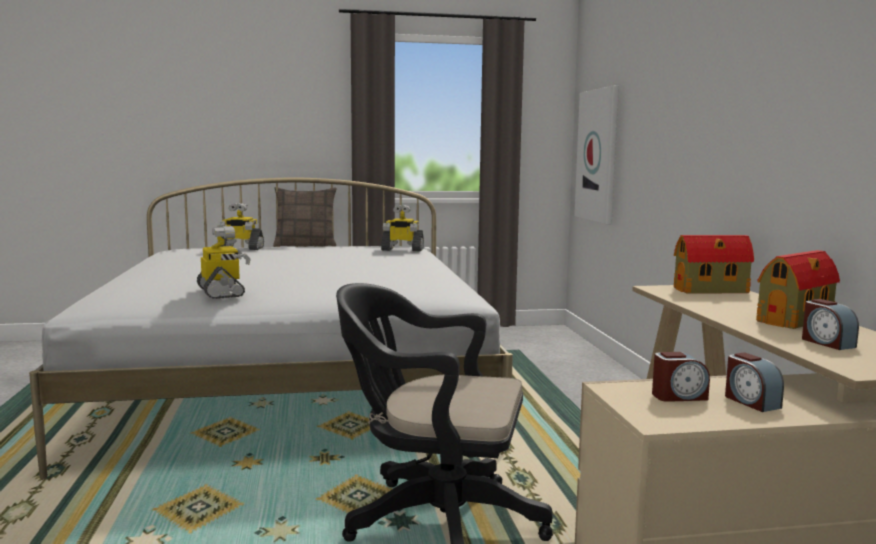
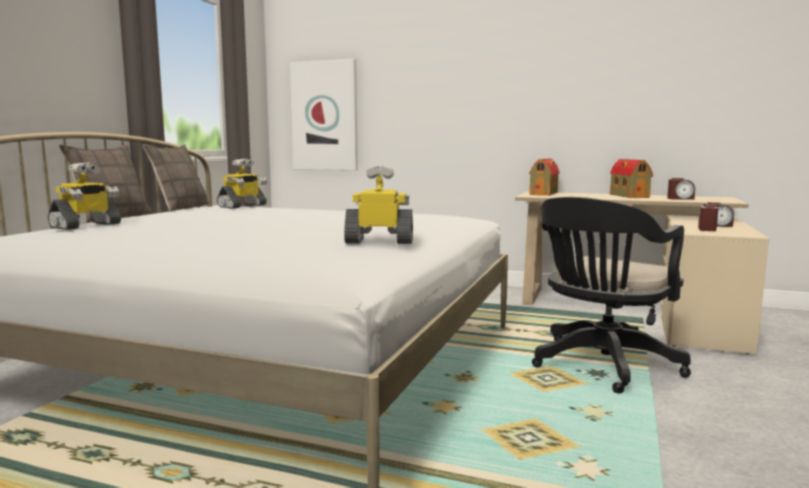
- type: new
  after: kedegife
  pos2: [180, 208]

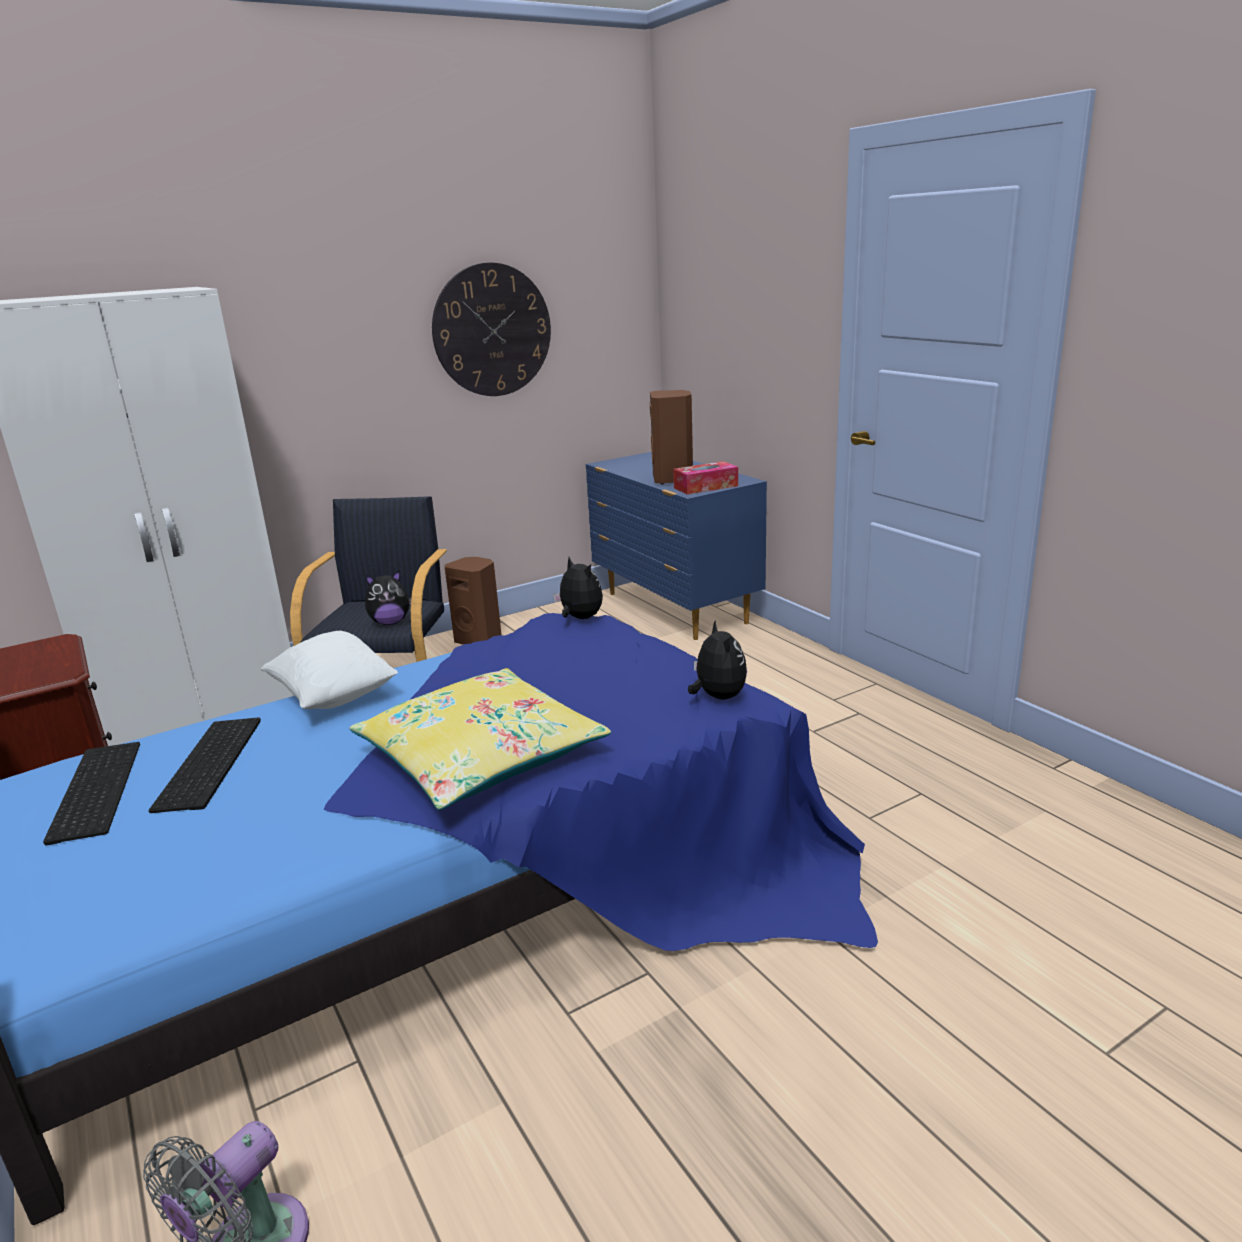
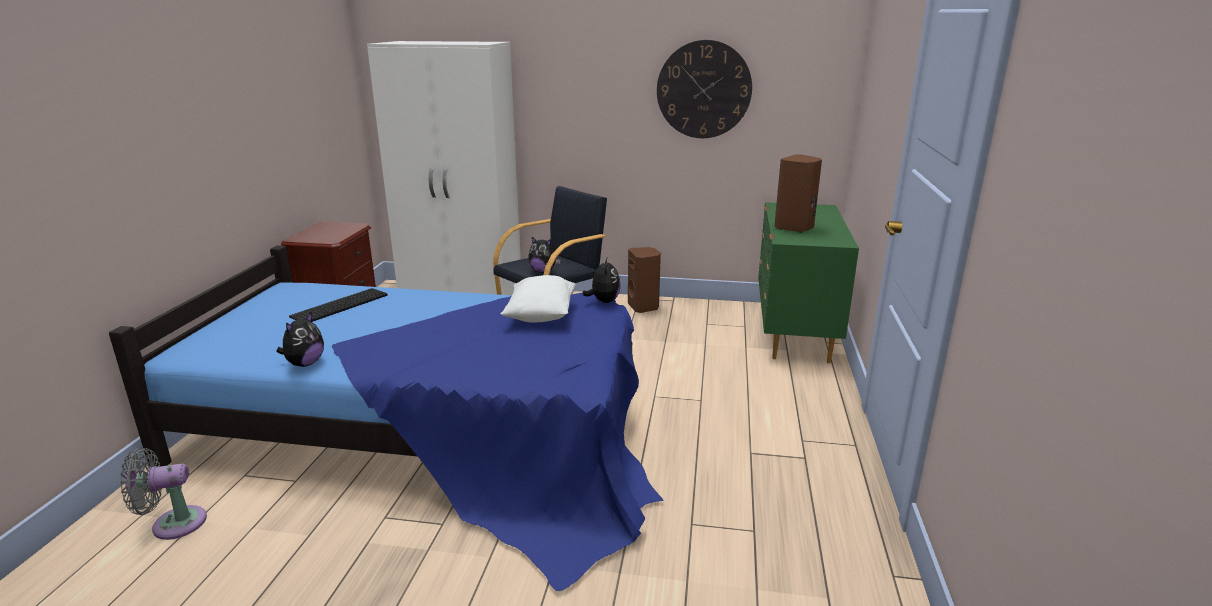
- type: gone
  before: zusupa
  pos1: [93, 790]
- type: gone
  before: yellow kedegife
  pos1: [480, 756]
- type: gone
  before: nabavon
  pos1: [705, 487]
- type: shifted
  before: white kedegife
  pos1: [334, 696]
  pos2: [540, 316]
- type: shifted
  before: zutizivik
  pos1: [717, 697]
  pos2: [305, 363]
- type: repainted
  before: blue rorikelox
  after: green rorikelox
  pos1: [675, 609]
  pos2: [794, 333]

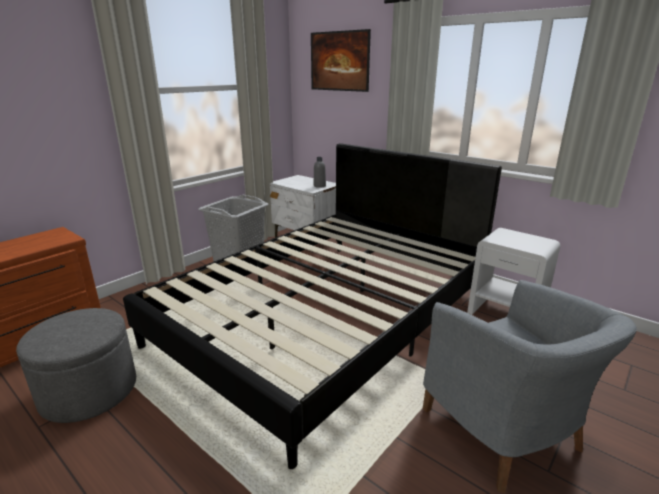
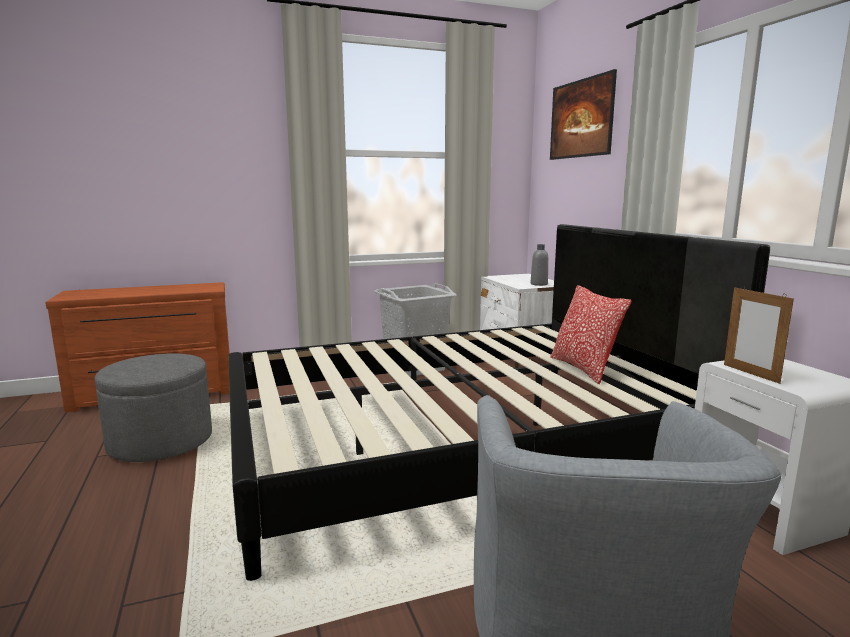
- type: new
  after: kedegife
  pos2: [584, 369]
- type: new
  after: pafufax
  pos2: [750, 373]

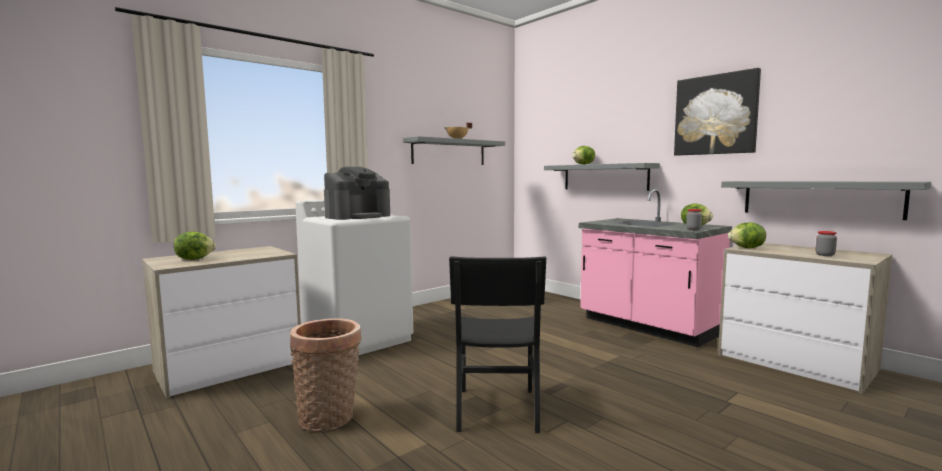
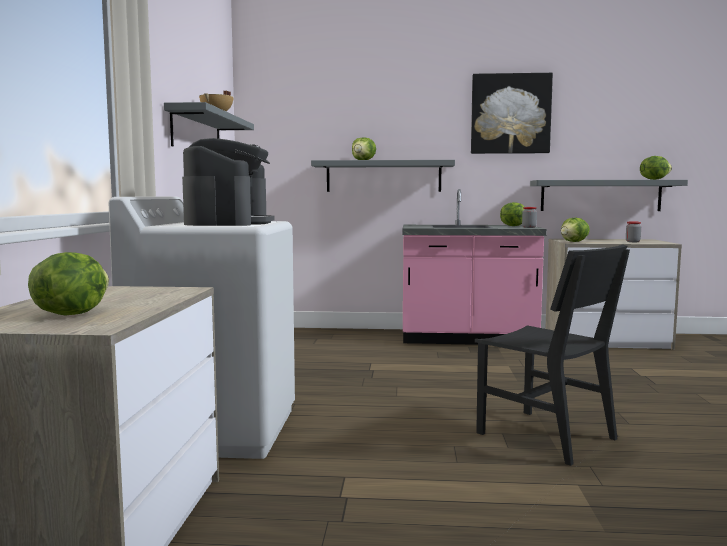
- type: gone
  before: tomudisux
  pos1: [330, 418]
- type: new
  after: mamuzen
  pos2: [654, 179]

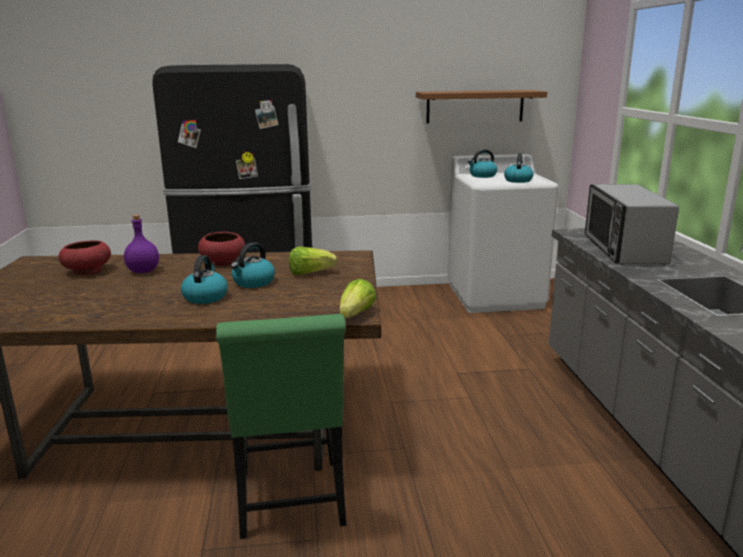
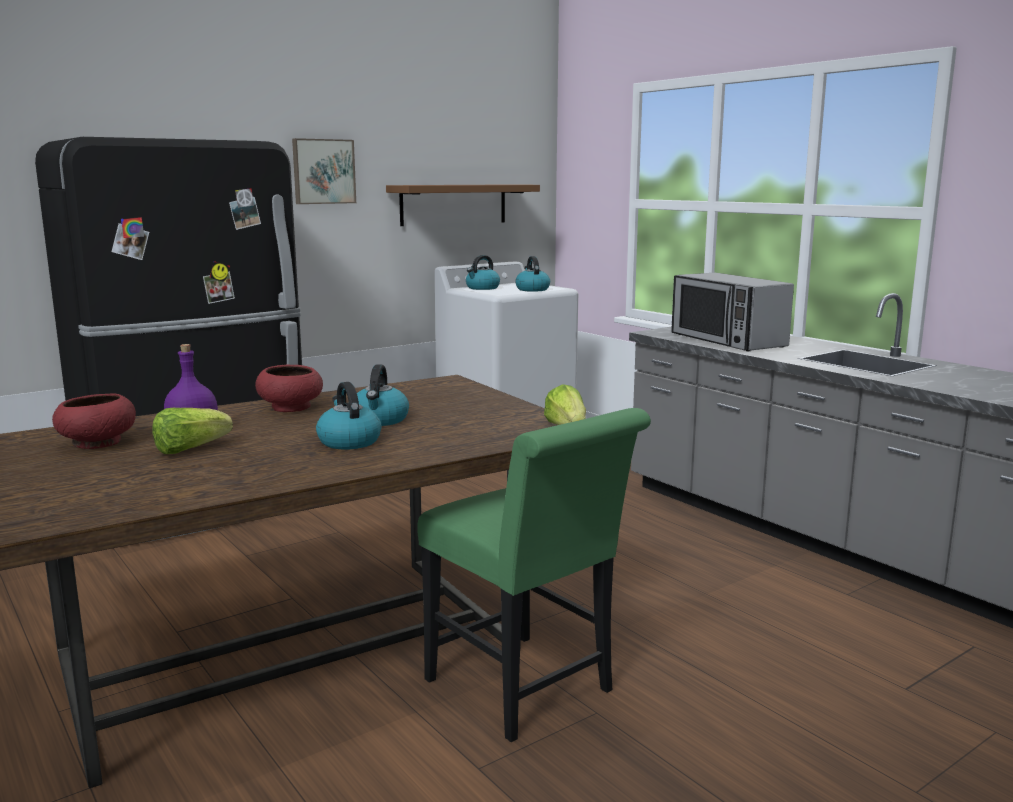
- type: new
  after: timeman
  pos2: [323, 171]
- type: shifted
  before: mamuzen
  pos1: [310, 273]
  pos2: [190, 449]

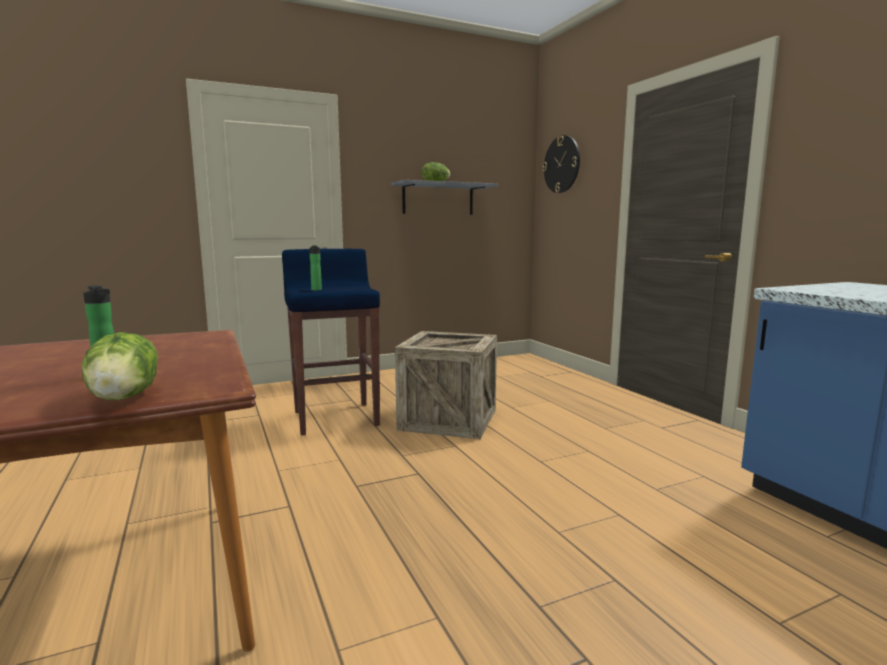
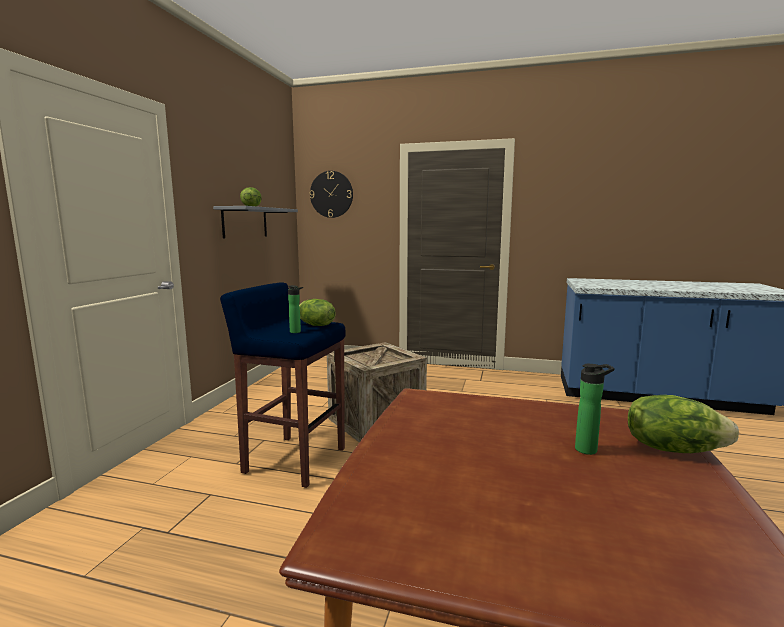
- type: new
  after: mamuzen
  pos2: [315, 325]

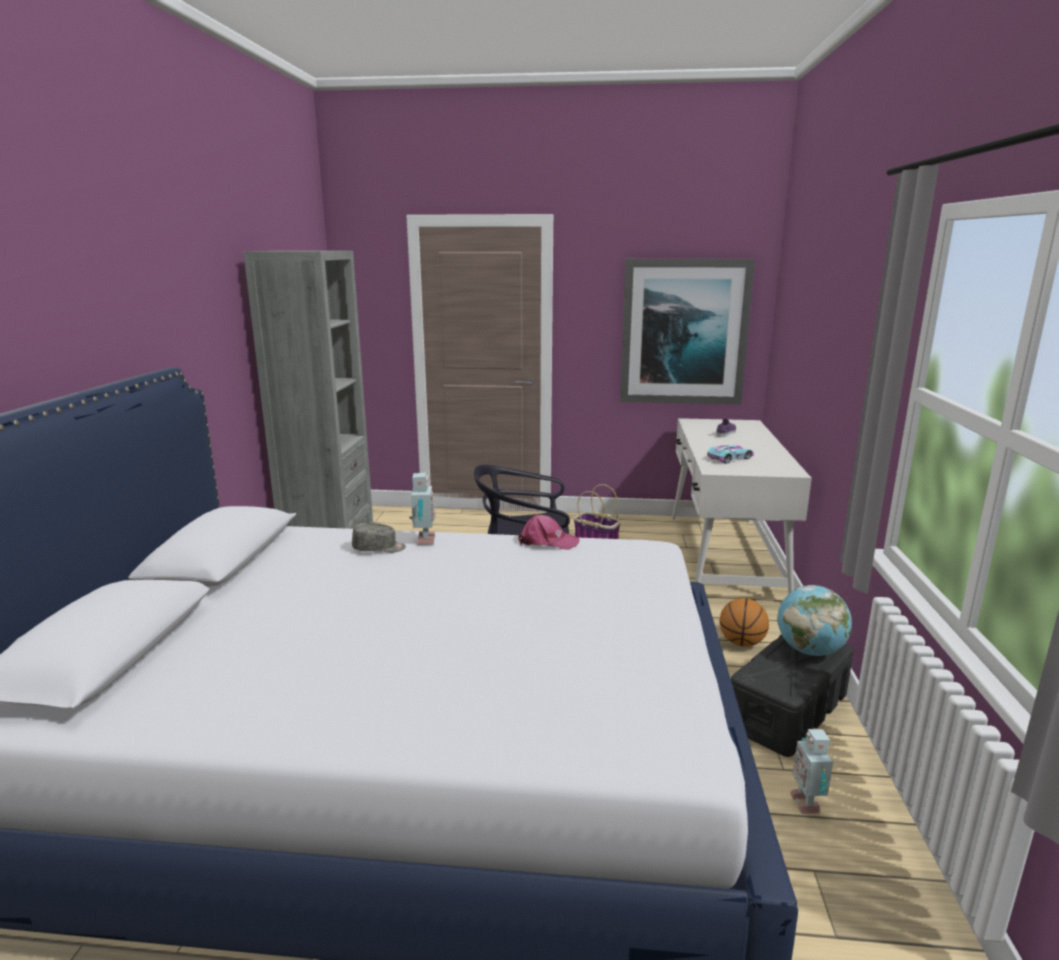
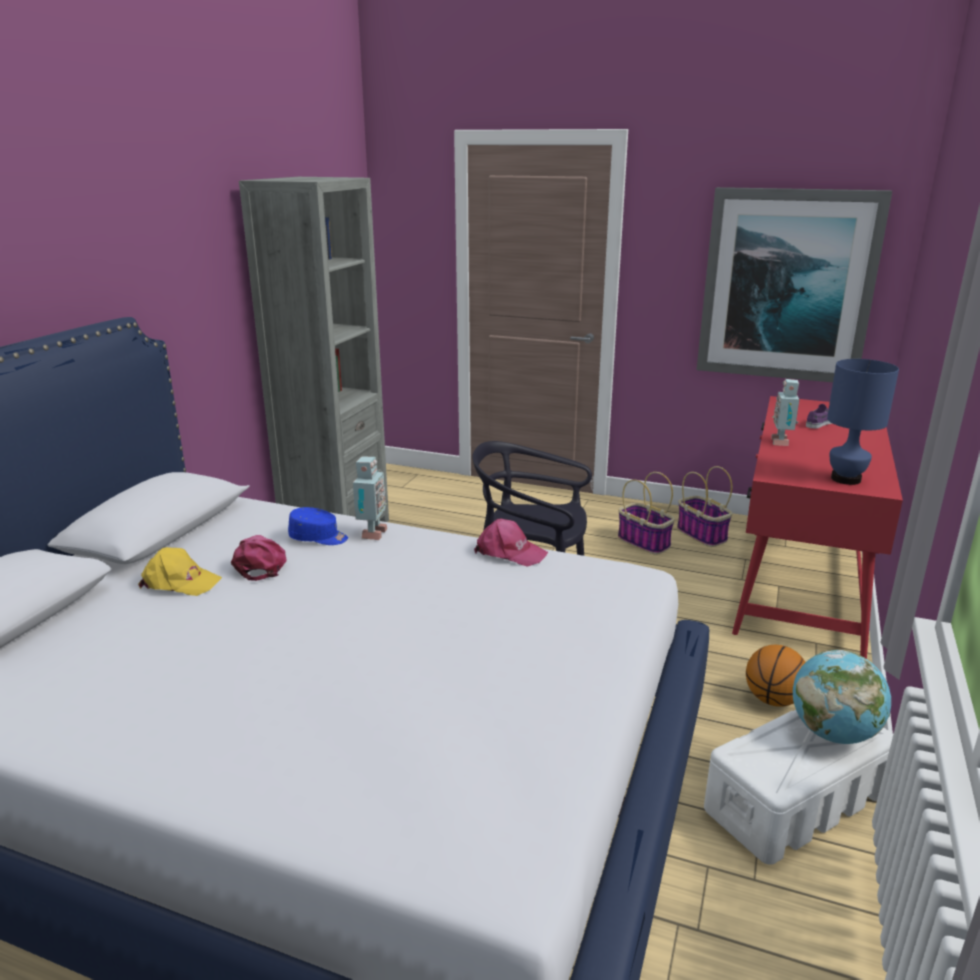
- type: gone
  before: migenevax
  pos1: [730, 458]
- type: new
  after: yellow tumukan
  pos2: [180, 582]
- type: new
  after: pink tumukan
  pos2: [261, 564]
- type: new
  after: tomudisux
  pos2: [702, 535]
- type: new
  after: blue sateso
  pos2: [846, 479]
- type: shifted
  before: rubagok
  pos1: [806, 802]
  pos2: [781, 442]
- type: repainted
  before: grey tumukan
  after: blue tumukan
  pos1: [379, 548]
  pos2: [318, 538]
- type: repainted
  before: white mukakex
  after: red mukakex
  pos1: [723, 556]
  pos2: [800, 579]
- type: repainted
  before: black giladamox
  after: white giladamox
  pos1: [787, 711]
  pos2: [793, 802]

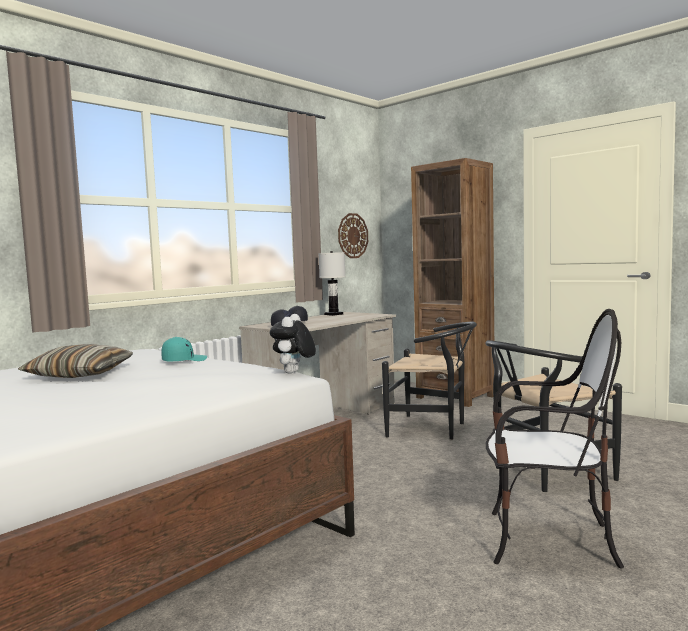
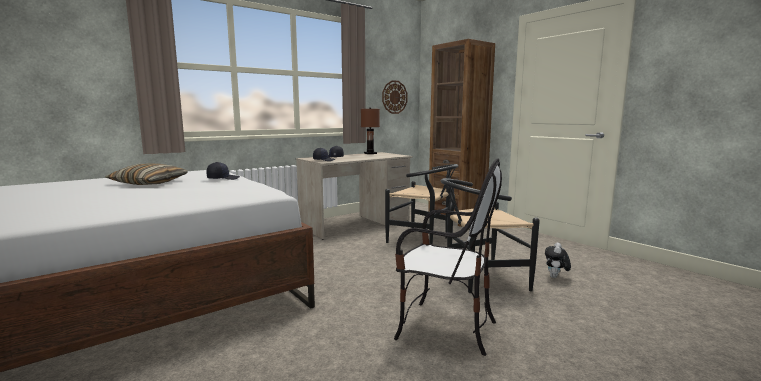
- type: shifted
  before: zutizivik
  pos1: [294, 373]
  pos2: [555, 277]
- type: repainted
  before: turquoise tumukan
  after: black tumukan
  pos1: [184, 360]
  pos2: [223, 178]
- type: repainted
  before: white sateso
  after: brown sateso
  pos1: [333, 314]
  pos2: [370, 153]

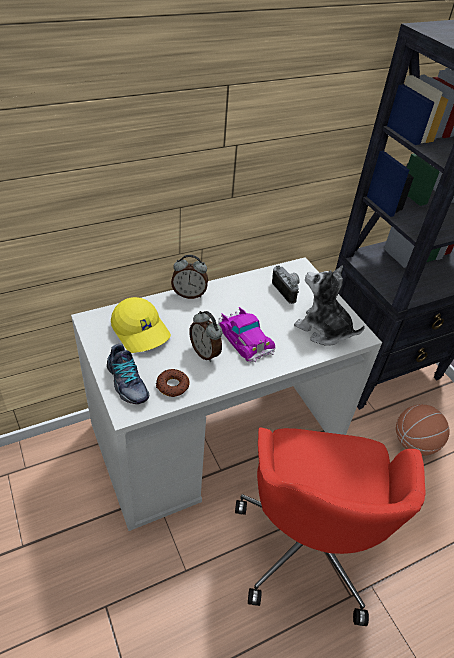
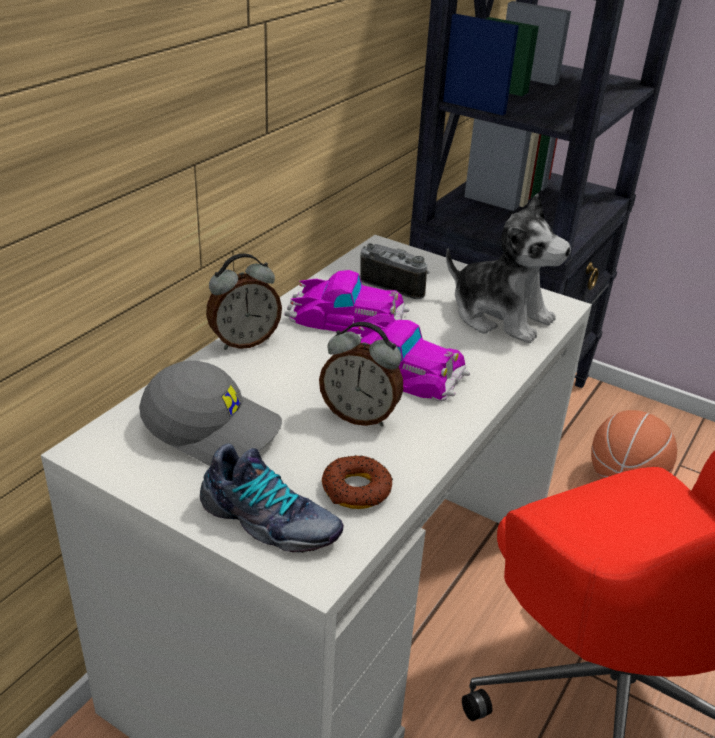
- type: new
  after: migenevax
  pos2: [347, 316]
- type: repainted
  before: yellow tumukan
  after: grey tumukan
  pos1: [141, 331]
  pos2: [214, 427]
- type: rotated
  before: zutizivik
  pos1: [323, 329]
  pos2: [500, 316]
  turn: -150

